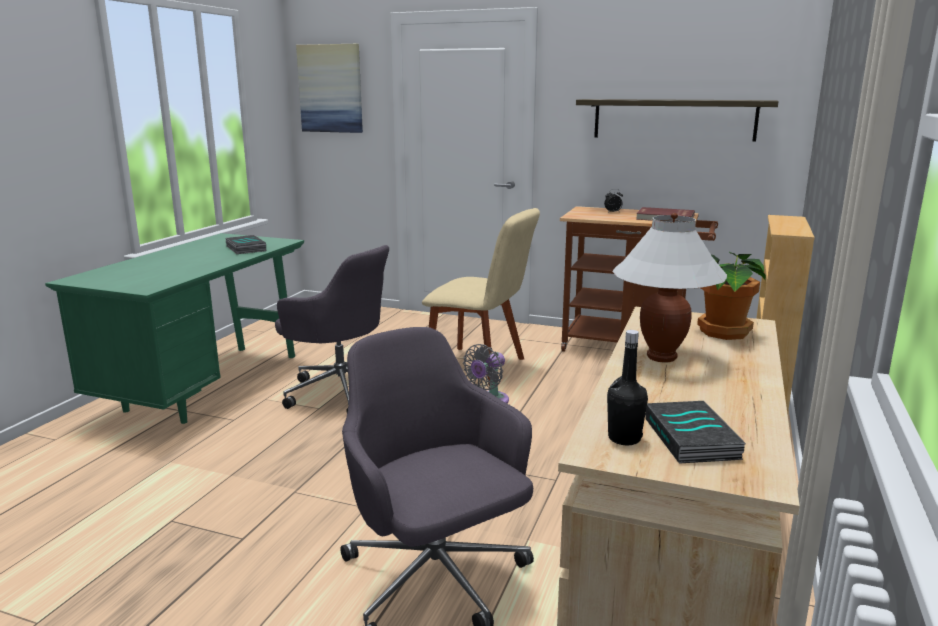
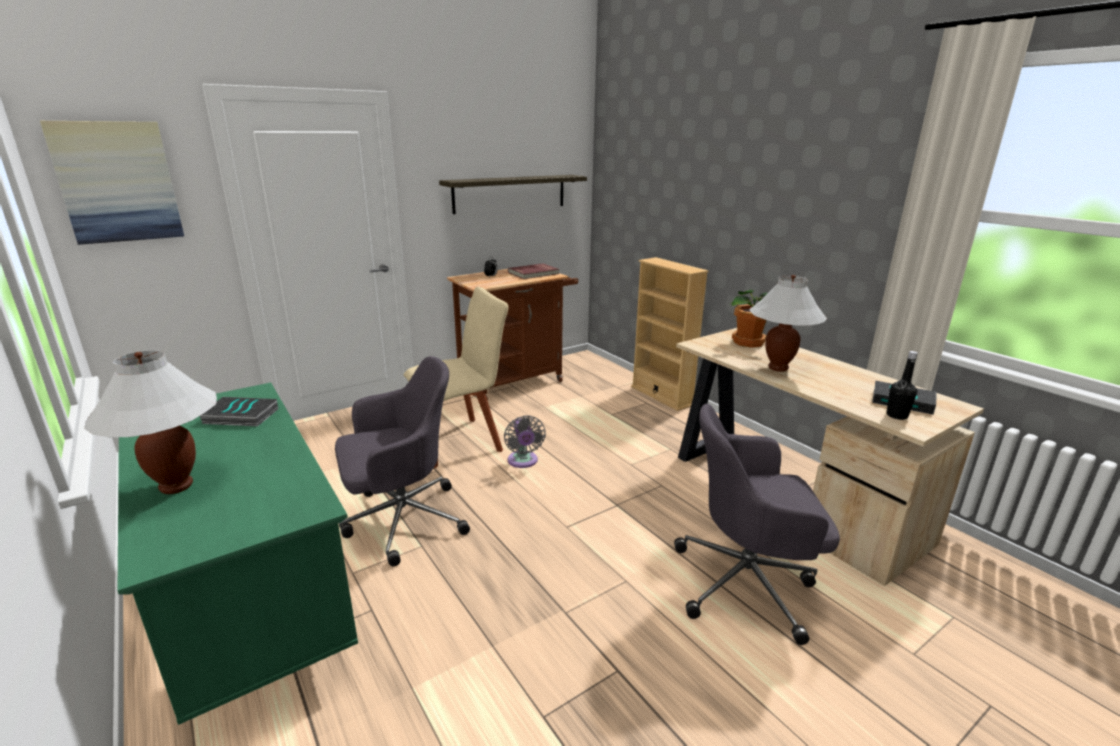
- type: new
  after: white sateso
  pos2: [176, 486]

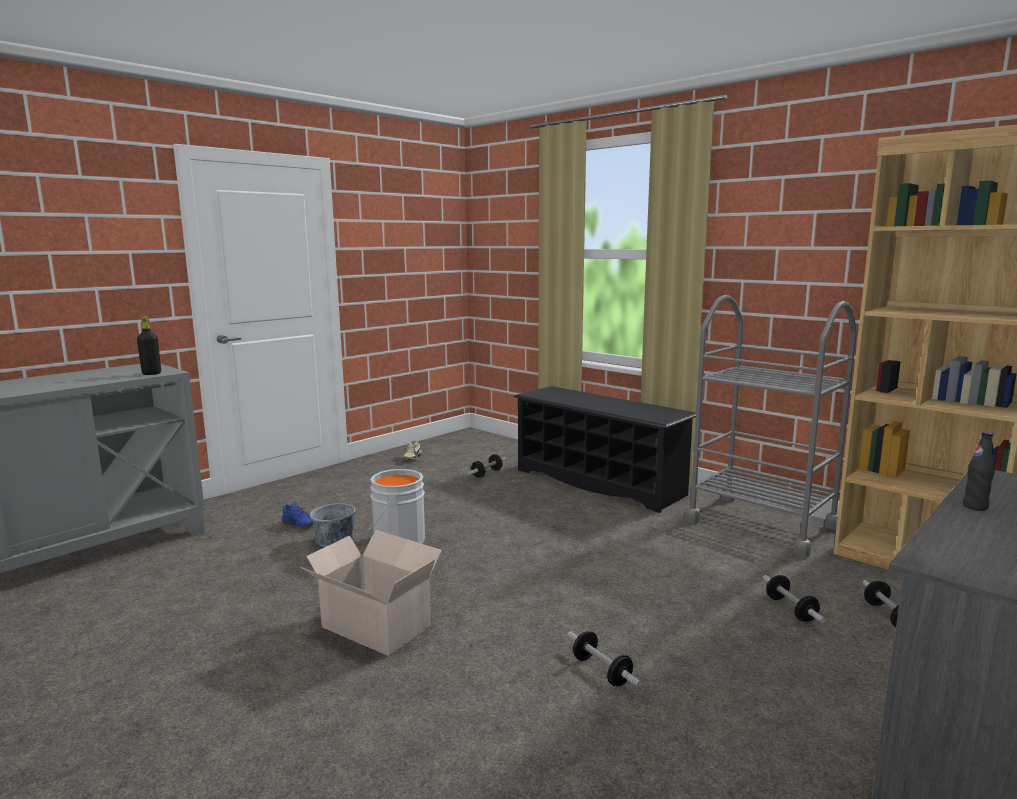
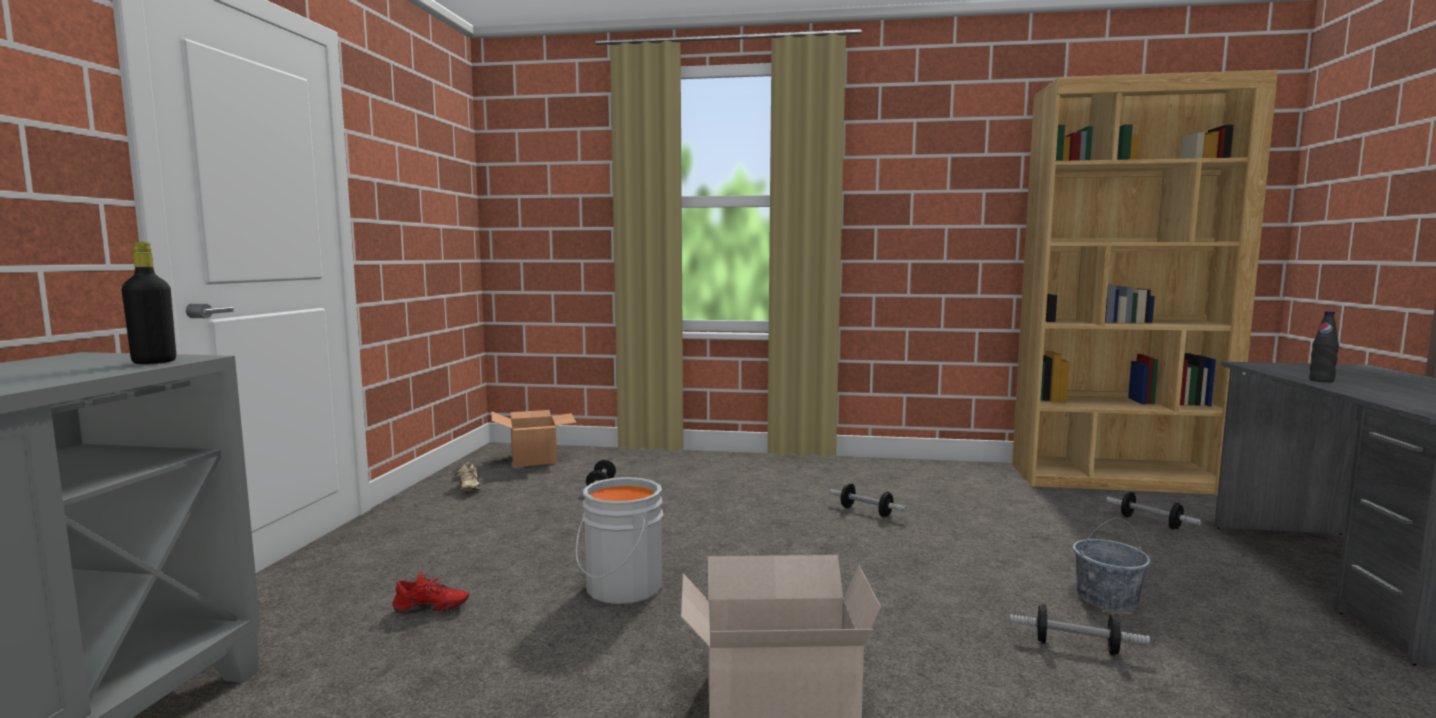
- type: gone
  before: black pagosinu
  pos1: [599, 482]
- type: gone
  before: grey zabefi
  pos1: [761, 524]
- type: new
  after: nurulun
  pos2: [533, 459]
- type: shifted
  before: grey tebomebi
  pos1: [335, 541]
  pos2: [1107, 599]
- type: shifted
  before: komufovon
  pos1: [791, 609]
  pos2: [866, 512]
- type: repainted
  before: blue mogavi
  after: red mogavi
  pos1: [298, 525]
  pos2: [431, 610]

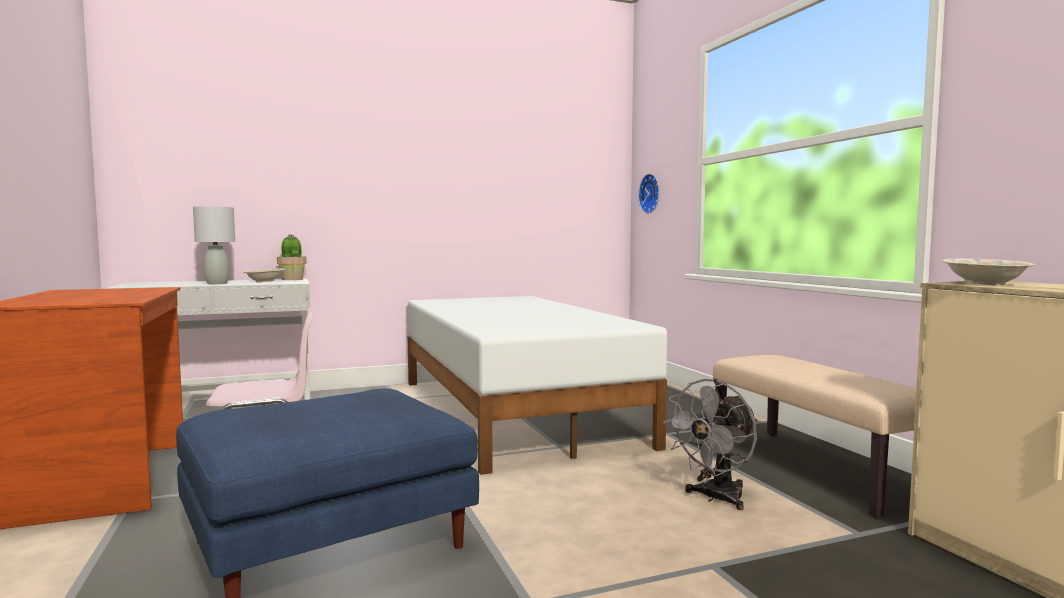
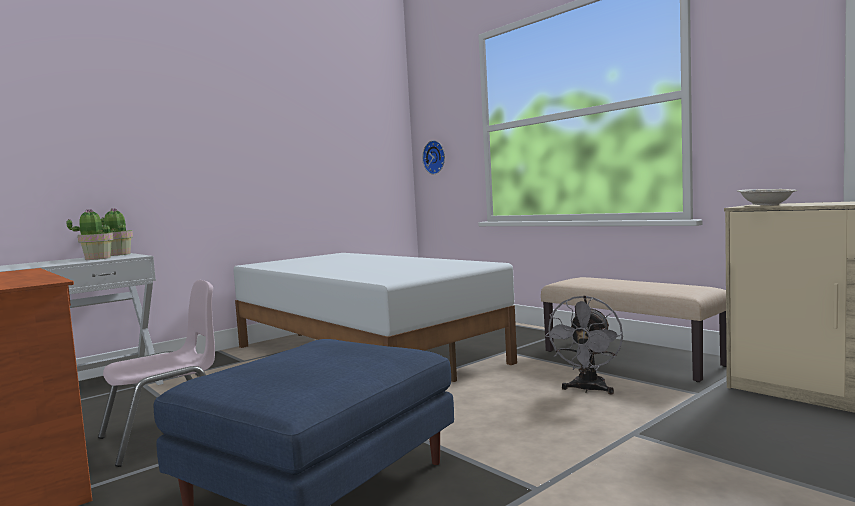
- type: gone
  before: grey sateso
  pos1: [216, 283]
- type: swapped
  before: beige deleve
  after: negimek
  pos1: [265, 282]
  pos2: [97, 258]

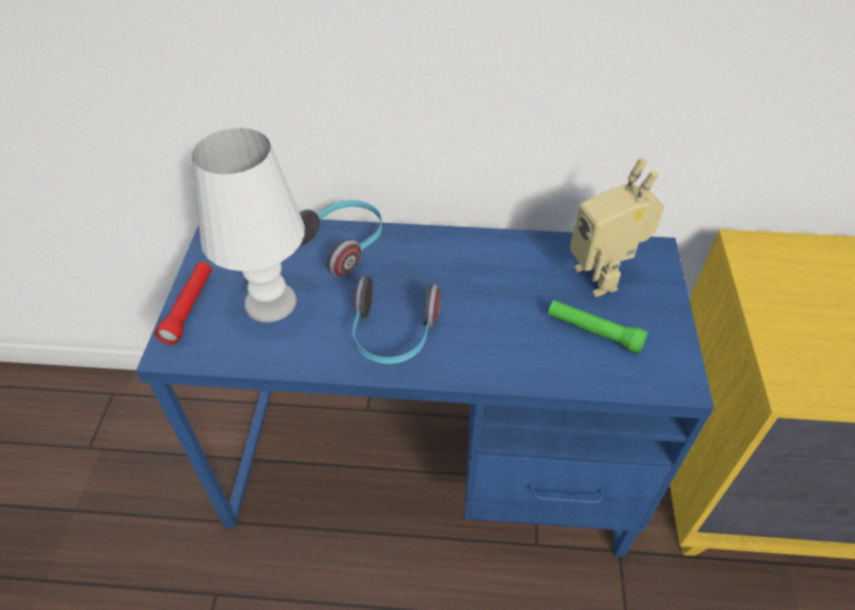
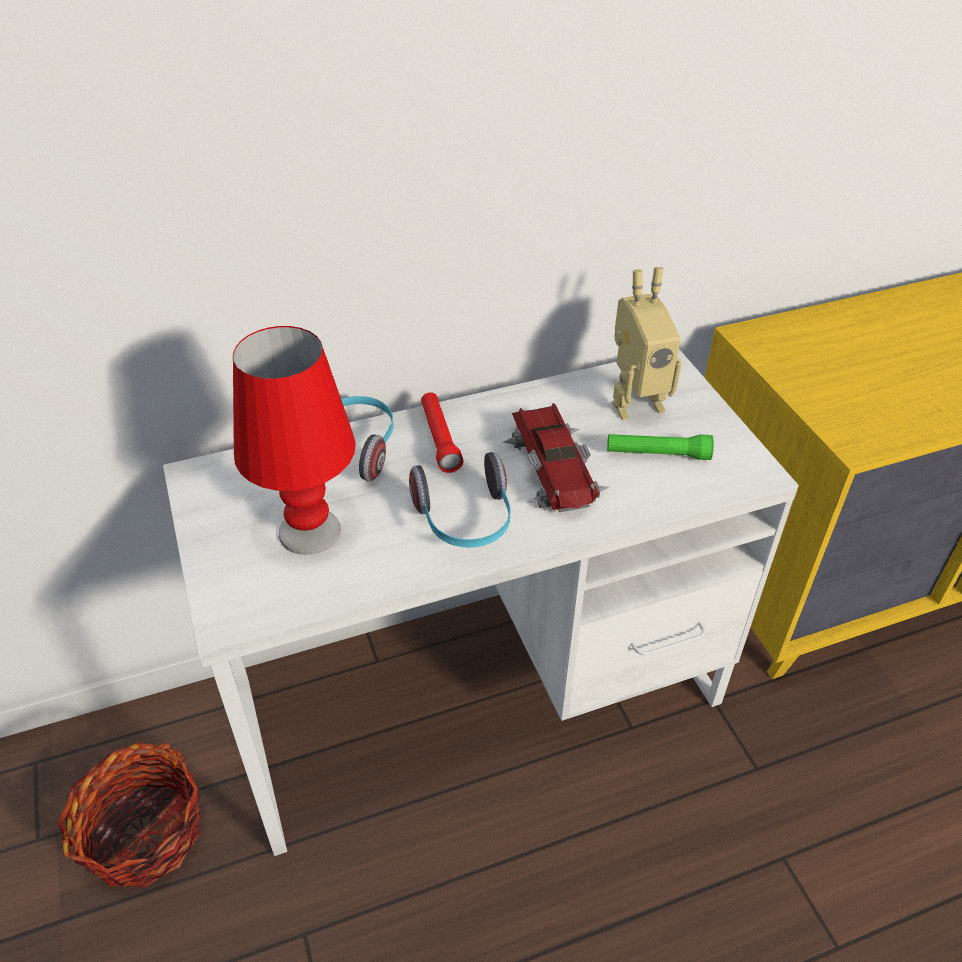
- type: new
  after: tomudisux
  pos2: [144, 833]
- type: new
  after: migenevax
  pos2: [554, 469]
- type: shifted
  before: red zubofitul
  pos1: [189, 308]
  pos2: [440, 439]
- type: repainted
  before: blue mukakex
  after: white mukakex
  pos1: [429, 466]
  pos2: [479, 694]
- type: repainted
  before: white sateso
  after: red sateso
  pos1: [271, 302]
  pos2: [310, 531]
- type: rotated
  before: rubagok
  pos1: [603, 276]
  pos2: [634, 402]
  turn: -60

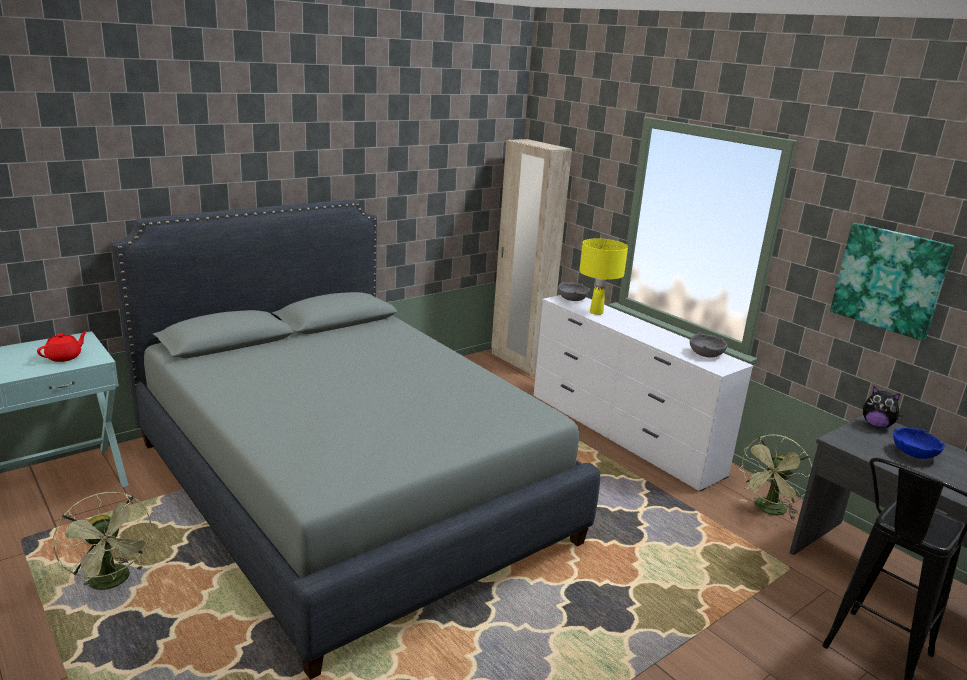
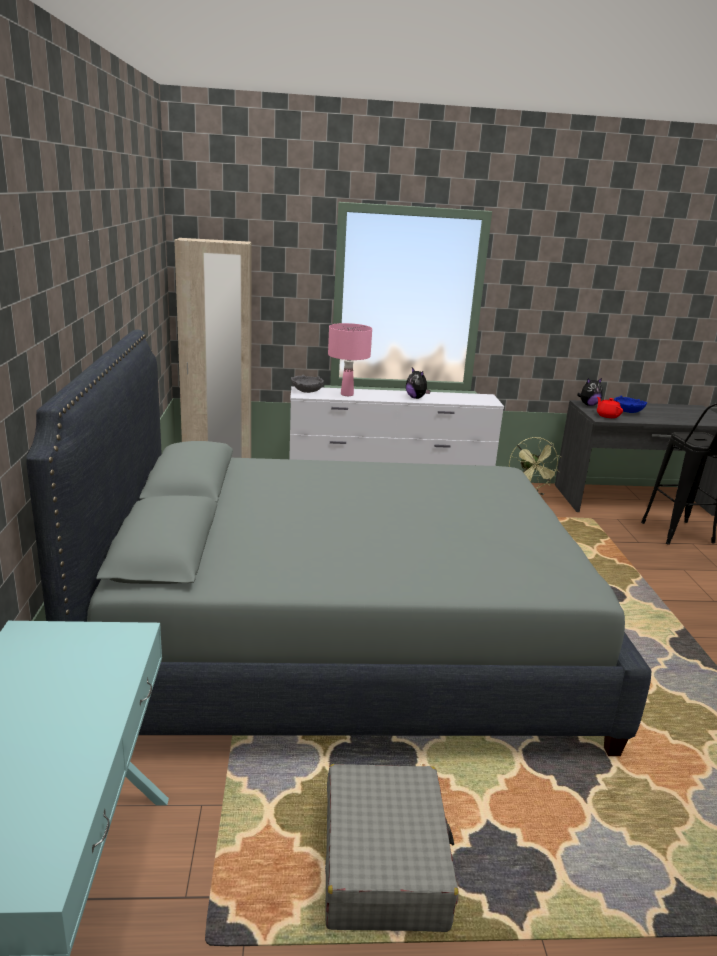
- type: gone
  before: grey deleve
  pos1: [706, 354]
- type: gone
  before: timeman
  pos1: [889, 279]
- type: new
  after: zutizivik
  pos2: [416, 398]
- type: shifted
  before: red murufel
  pos1: [65, 357]
  pos2: [607, 416]
- type: swapped
  before: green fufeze
  after: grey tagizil
  pos1: [113, 582]
  pos2: [384, 861]
- type: repainted
  before: yellow sateso
  after: pink sateso
  pos1: [596, 312]
  pos2: [346, 394]

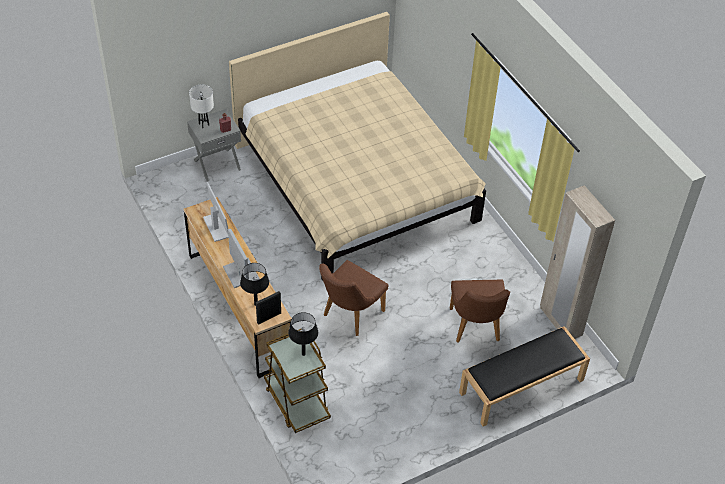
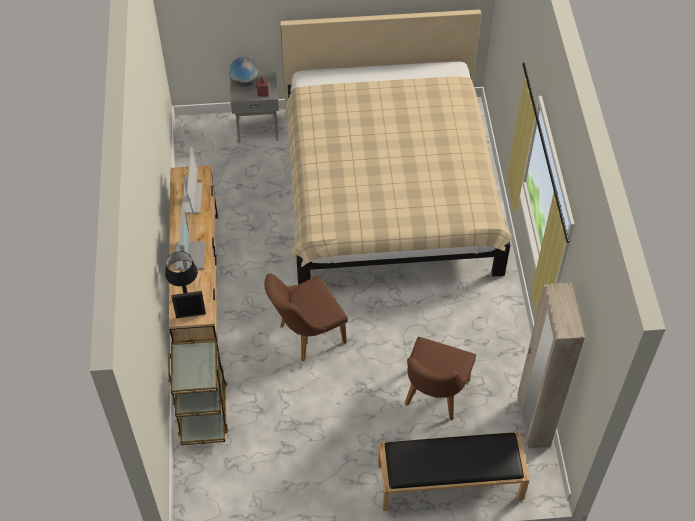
- type: gone
  before: black sateso
  pos1: [303, 354]
- type: swapped
  before: white sateso
  after: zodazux
  pos1: [203, 124]
  pos2: [244, 82]

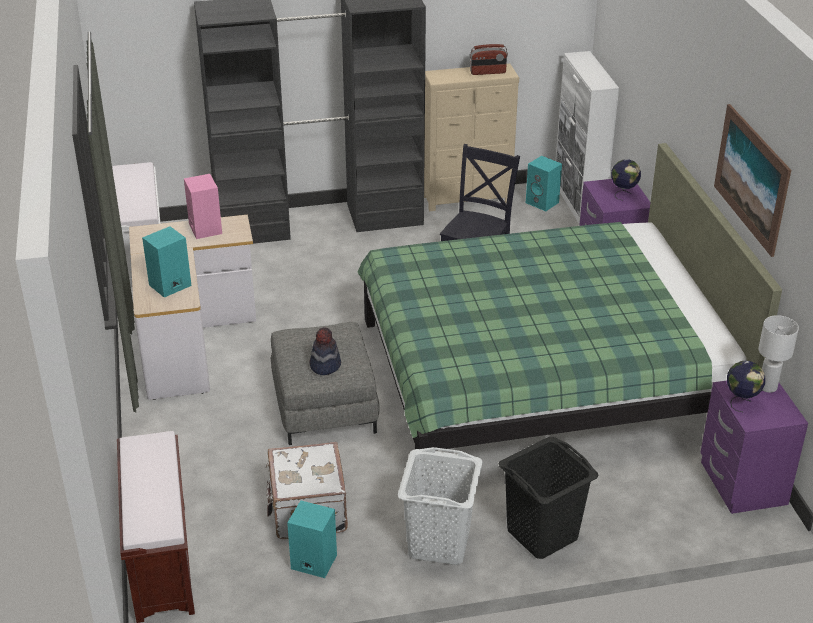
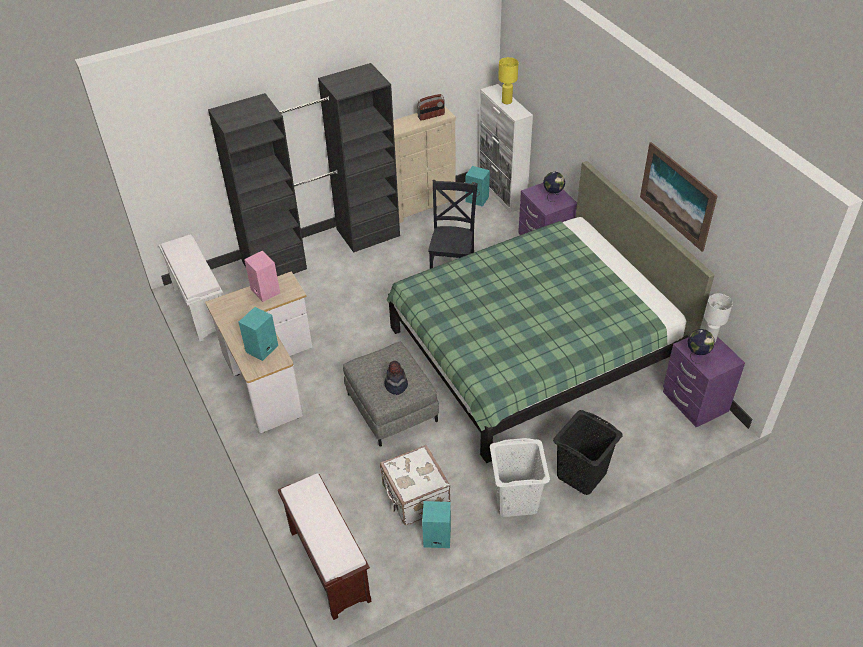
- type: new
  after: yellow sateso
  pos2: [507, 101]

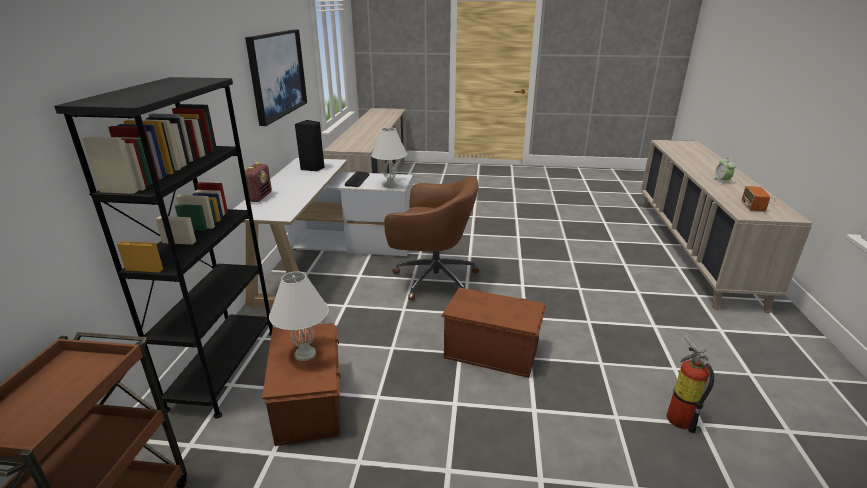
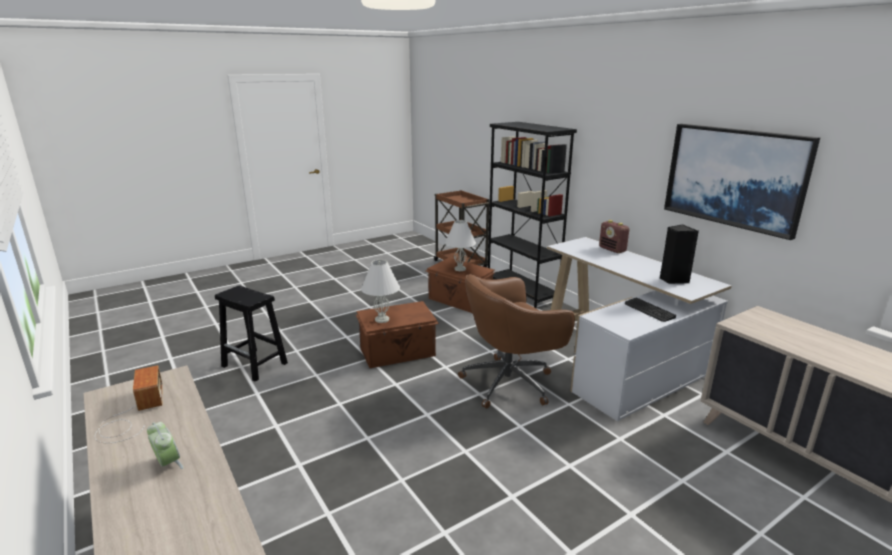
- type: shifted
  before: white sateso
  pos1: [390, 185]
  pos2: [382, 320]
- type: swapped
  before: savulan
  after: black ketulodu
  pos1: [679, 416]
  pos2: [255, 365]

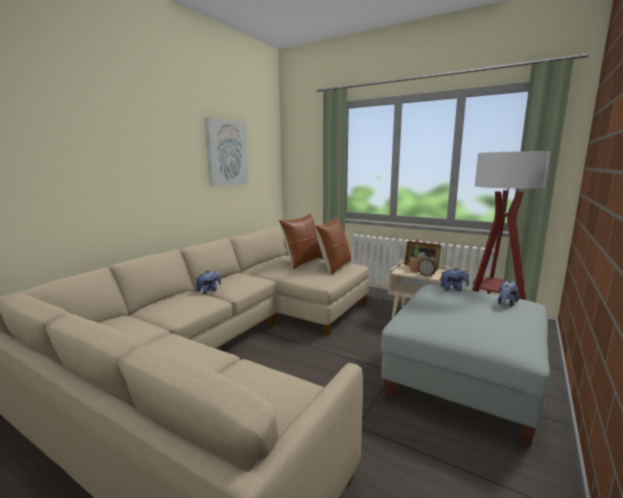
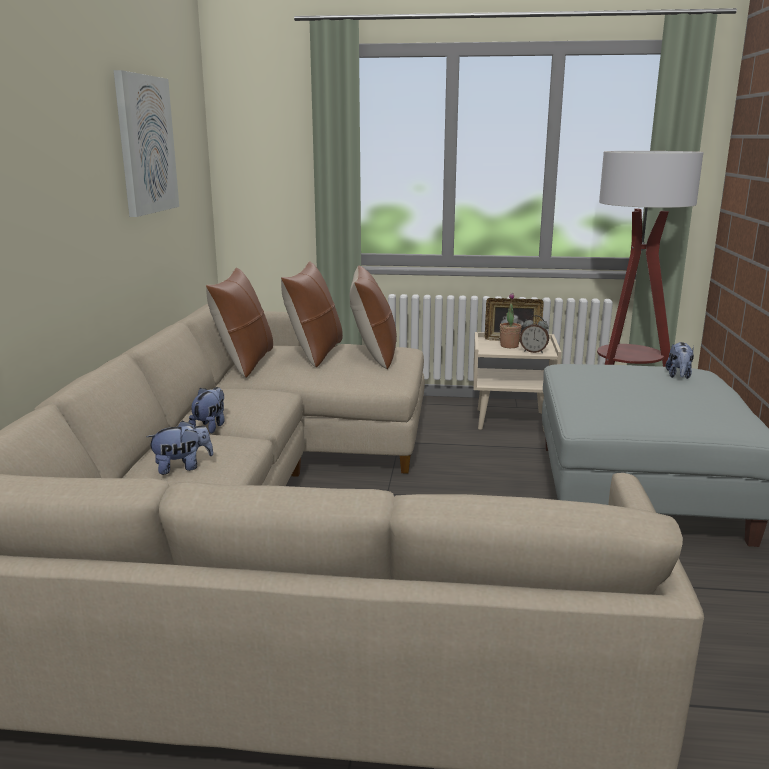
- type: new
  after: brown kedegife
  pos2: [245, 363]
- type: shifted
  before: zutizivik
  pos1: [453, 289]
  pos2: [182, 467]

